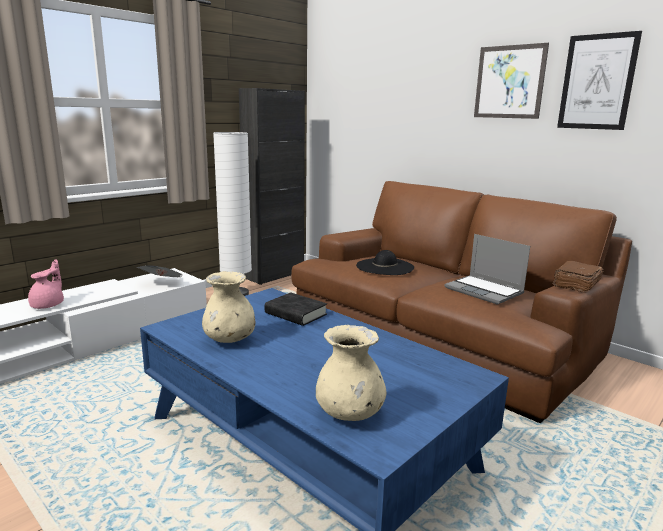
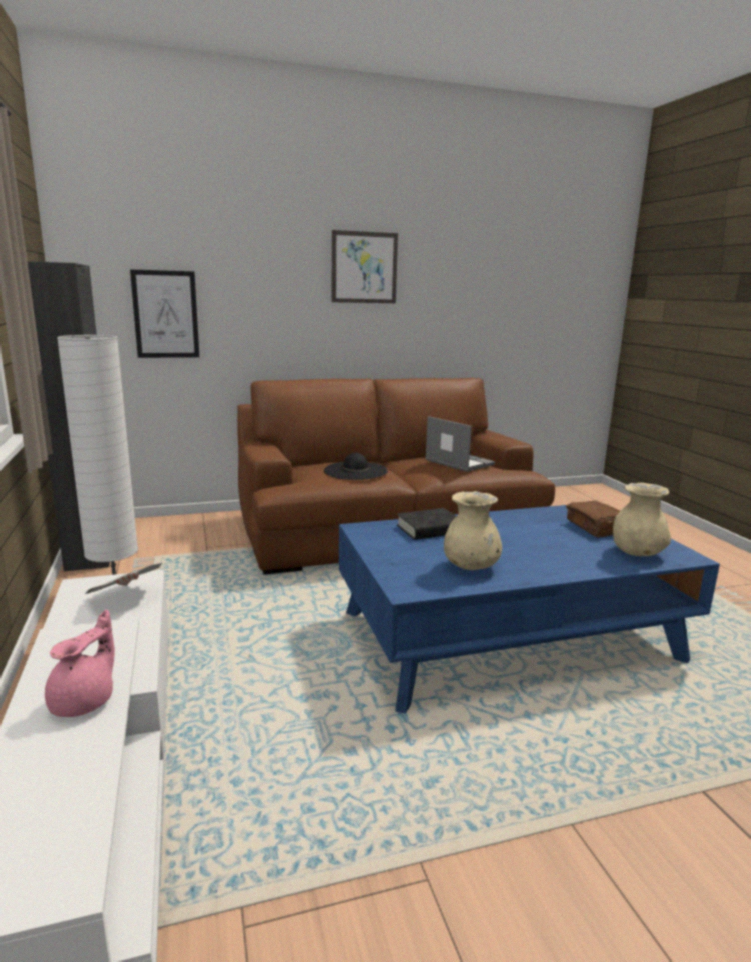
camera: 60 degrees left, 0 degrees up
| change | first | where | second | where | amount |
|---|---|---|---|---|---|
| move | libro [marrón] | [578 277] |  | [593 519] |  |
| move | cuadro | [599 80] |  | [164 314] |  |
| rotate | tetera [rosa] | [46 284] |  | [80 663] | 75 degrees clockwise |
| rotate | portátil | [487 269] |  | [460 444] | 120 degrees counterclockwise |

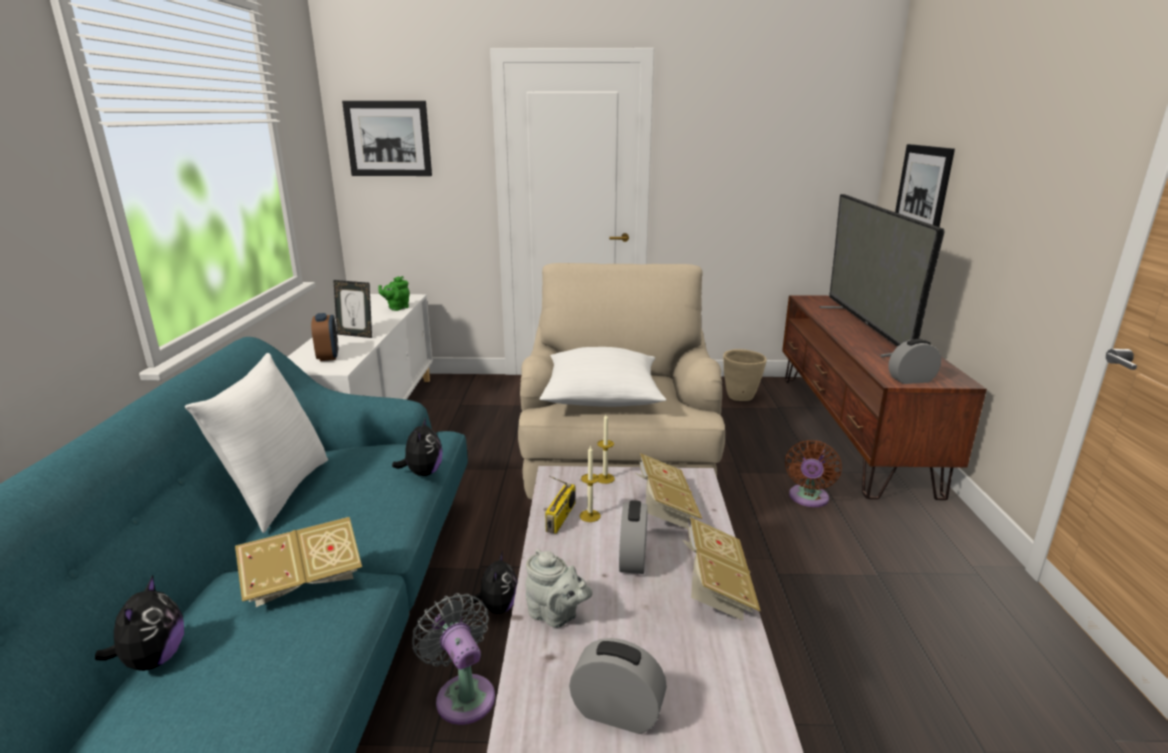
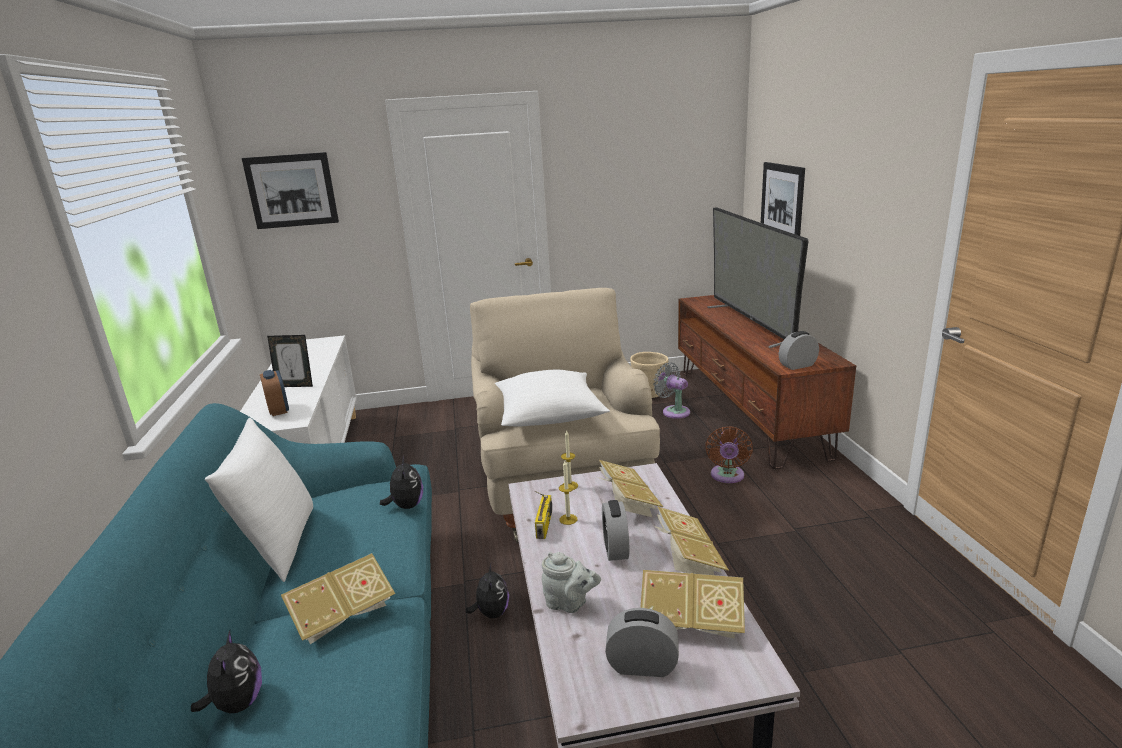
camera: 10 degrees left, 0 degrees up
| change | first | where | second | where | amount |
|---|---|---|---|---|---|
| delete | tetera [verde] | [394 293] |  |  |  |
| insert |  |  | libro | [692 604] |  |
| move | ventilador [gris] | [453 659] |  | [671 390] |  |

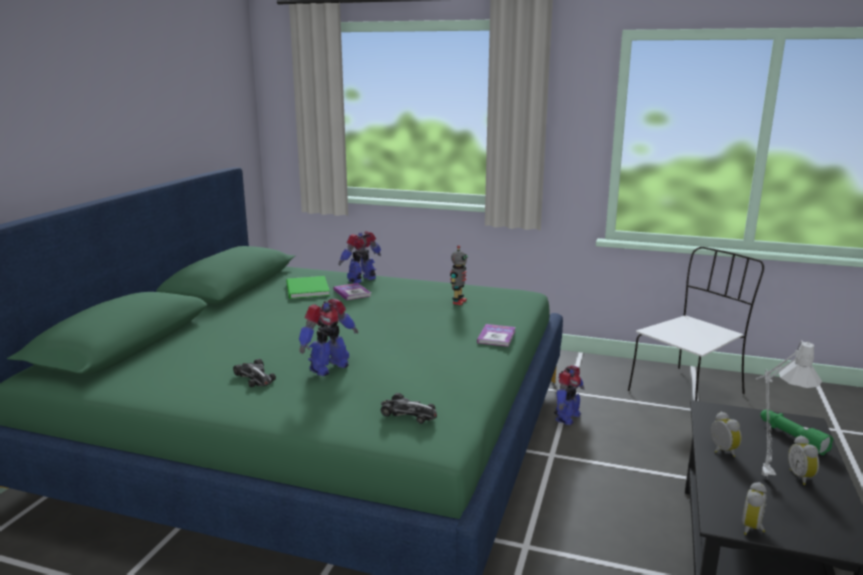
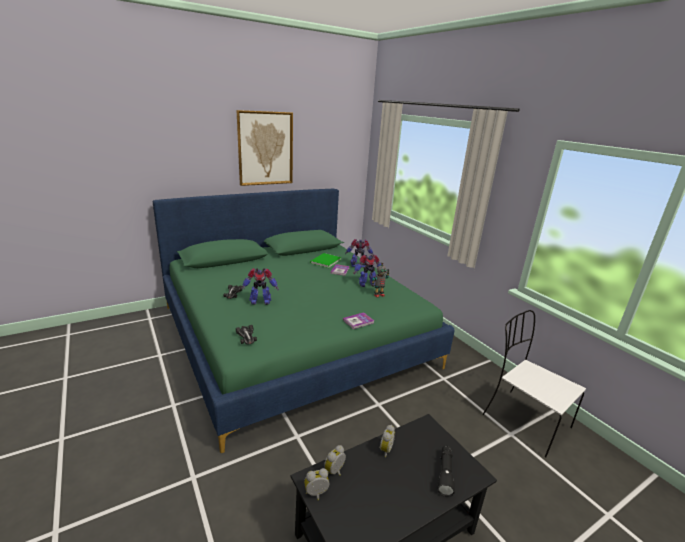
camera: 40 degrees right, 5 degrees up
| change | first | where | second | where | amount |
|---|---|---|---|---|---|
| delete | lámpara de mesa [gris] | [789 408] |  |  |  |
| insert |  |  | cuadro | [264 148] |  |
| move | robot de juguete | [569 395] |  | [367 271] |  |
| move | despertador | [803 460] |  | [335 460] |  |
| recolor | linterna [verde] | [796 432] | linterna [negro] | [446 471] |  |
| rotate | silla [blanco] | [696 324] |  | [534 384] | 135 degrees counterclockwise |

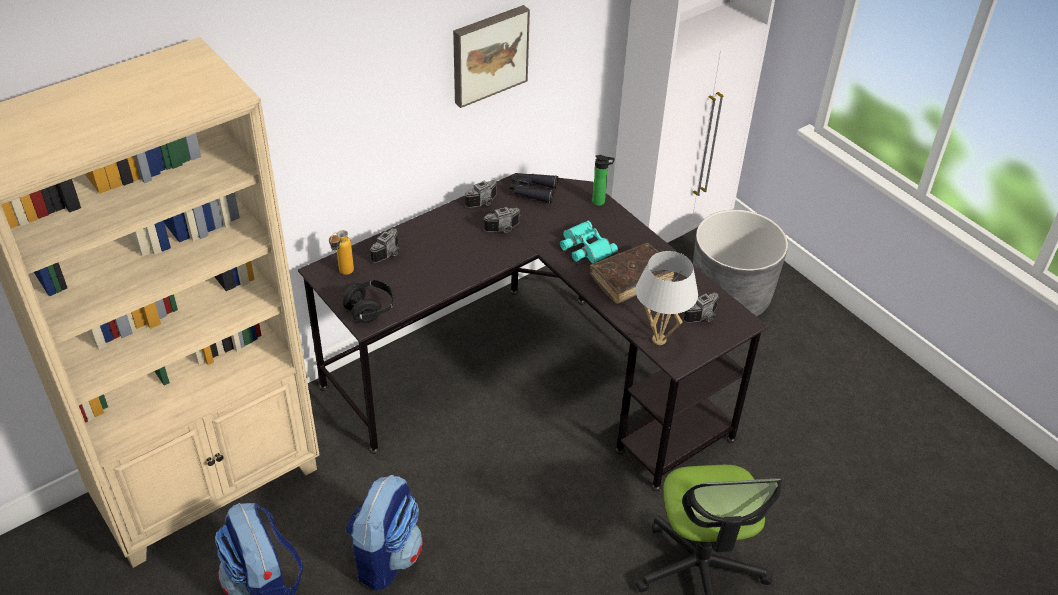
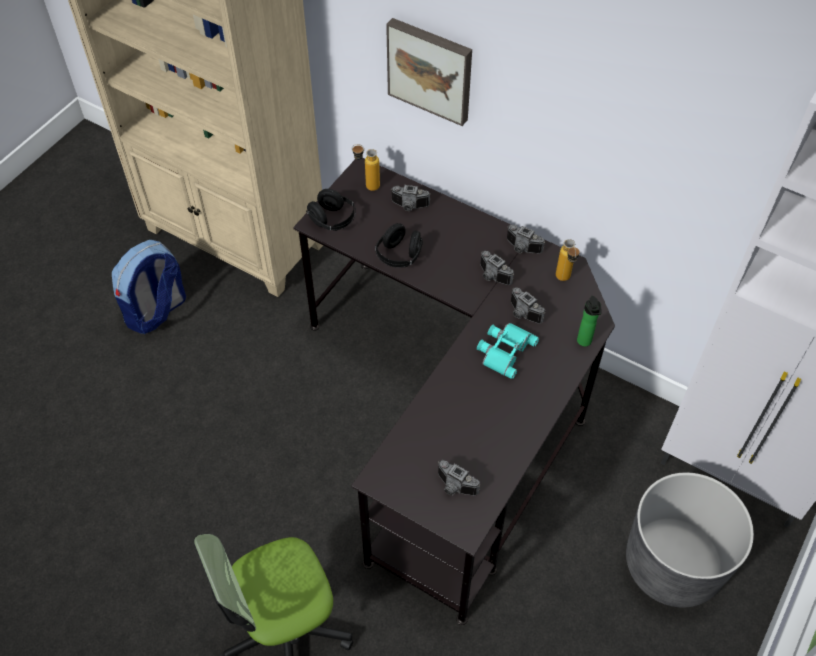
camera: 70 degrees right, 10 degrees up
| change | first | where | second | where | amount |
|---|---|---|---|---|---|
| delete | mochila | [384 533] |  |  |  |
| delete | libro [marrón] | [632 273] |  |  |  |
| delete | lámpara de mesa [blanco] | [667 298] |  |  |  |
| insert |  |  | auriculares [negro] | [399 245] |  |
| insert |  |  | cámara | [528 305] |  |
| move | cuadro | [491 56] |  | [429 72] |  |
| replace | prismáticos [negro] | [533 188] | botella | [568 260] |  |

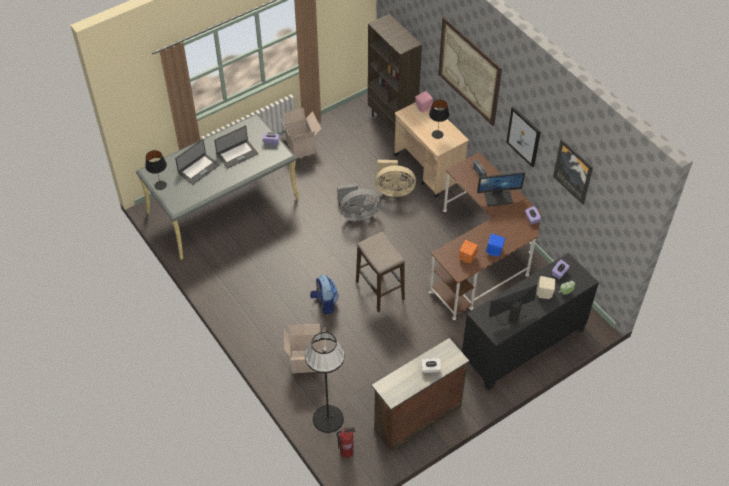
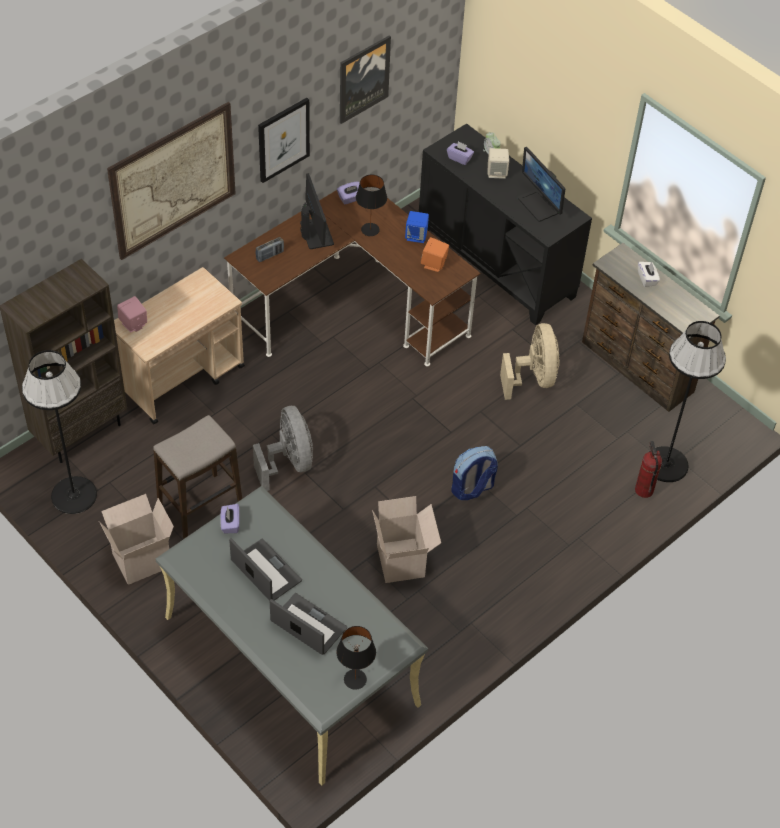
camera: 100 degrees left, 0 degrees up
| change | first | where | second | where | amount |
|---|---|---|---|---|---|
| insert |  |  | lámpara de pie [negro] | [59 432] |  |
| move | caja de cartón | [305 348] |  | [406 539] |  |
| move | extintor | [346 442] |  | [648 469] |  |
| move | taburete | [380 272] |  | [198 477] |  |
| move | ventilador [beis] | [395 178] |  | [529 361] |  |
| move | lámpara de mesa [negro] | [439 119] |  | [371 205] |  |

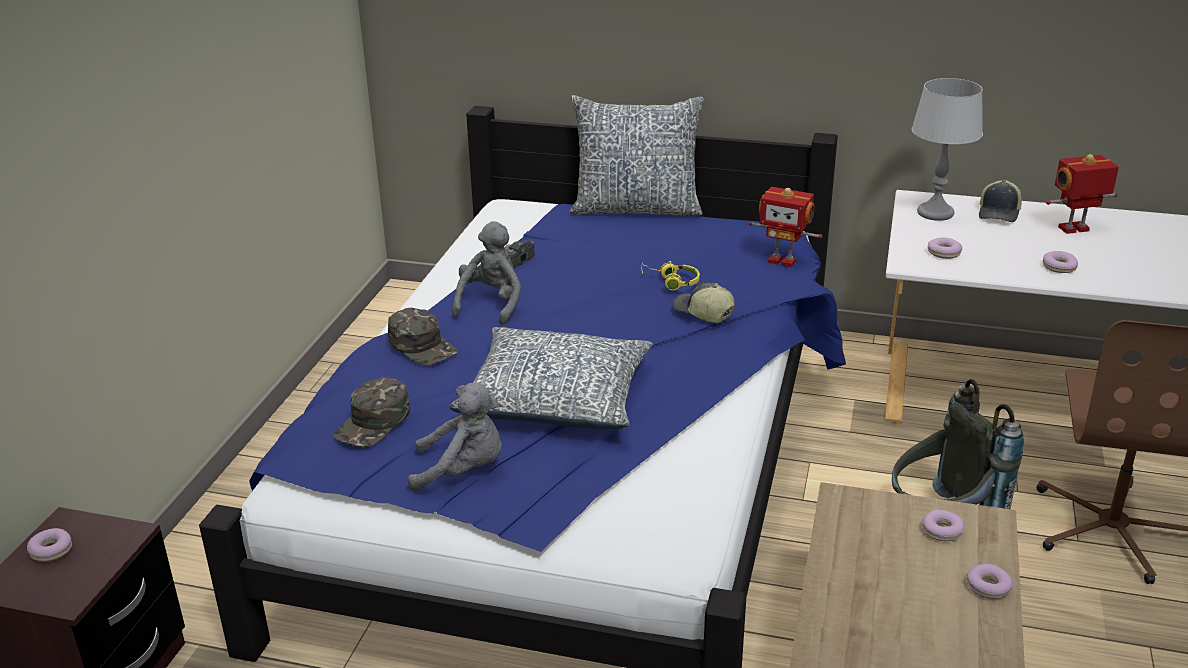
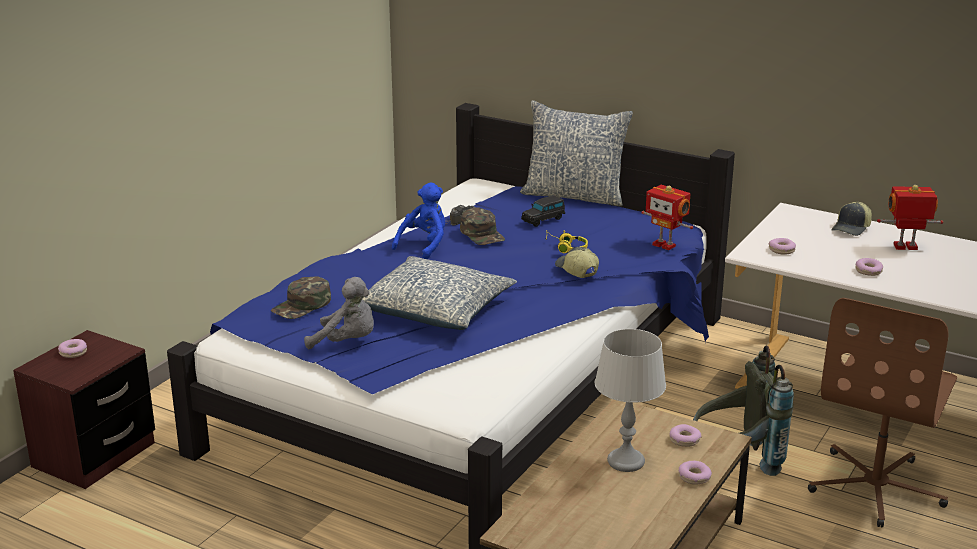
camera: 15 degrees right, 5 degrees down
| change | first | where | second | where | amount |
|---|---|---|---|---|---|
| insert |  |  | coche de juguete [negro] | [543 211] |  |
| move | gorra [verde] | [422 337] |  | [482 226] |  |
| move | lámpara de mesa [gris] | [947 149] |  | [630 400] |  |
| recolor | peluche [gris] | [486 273] | peluche [azul] | [418 220] |  |

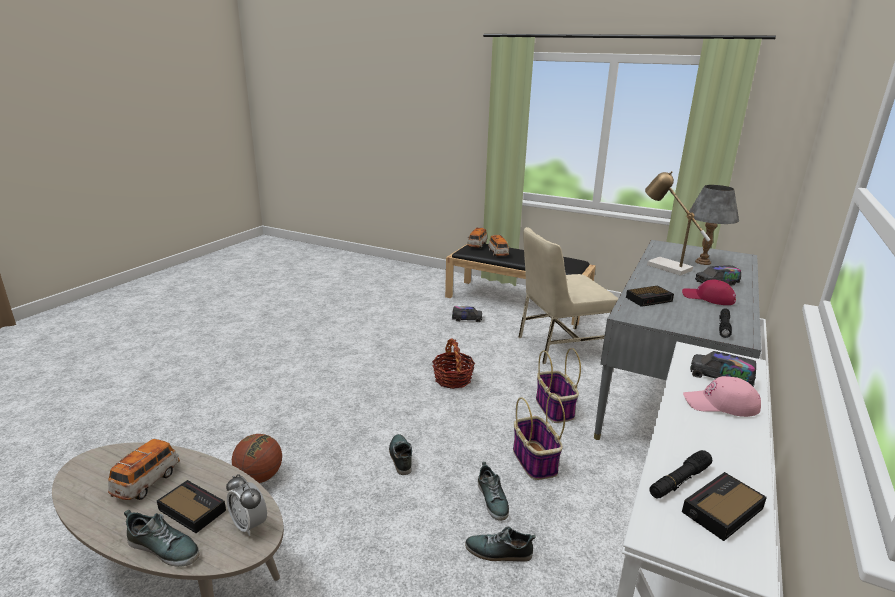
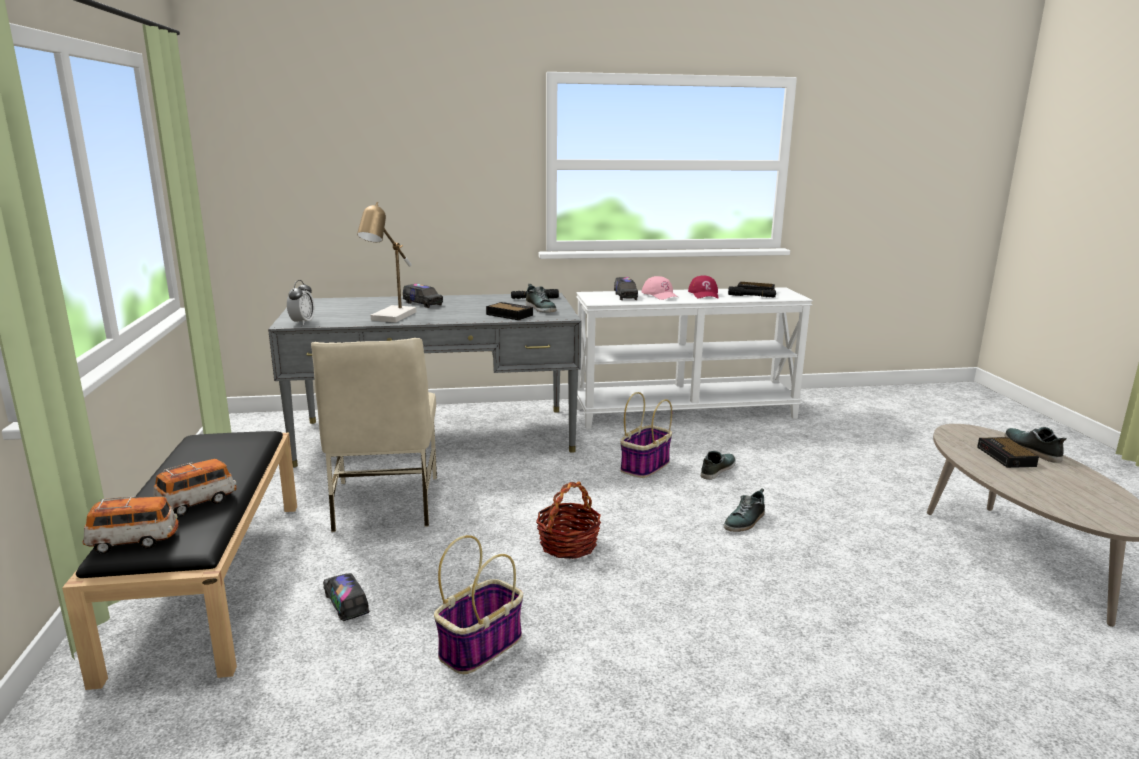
camera: 125 degrees left, 5 degrees down
| change | first | where | second | where | amount |
|---|---|---|---|---|---|
| delete | coche de juguete | [144 469] |  |  |  |
| delete | balón de baloncesto | [257 458] |  |  |  |
| delete | lámpara de mesa [gris] | [714 225] |  |  |  |
| move | despertador | [246 505] |  | [301 302] |  |
| move | zapato | [500 544] |  | [541 298] |  |
| move | cesta | [558 385] |  | [478 604] |  |
| move | gorra [rojo] | [709 292] |  | [703 286] |  |
| rotate | silla [beis] | [568 295] |  | [374 435] | 45 degrees clockwise |

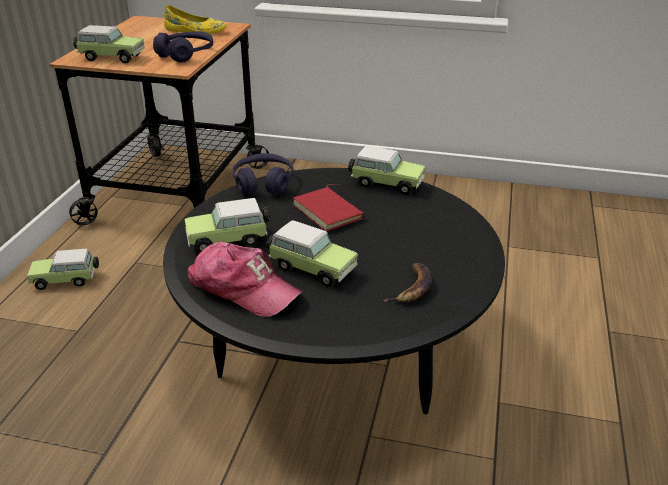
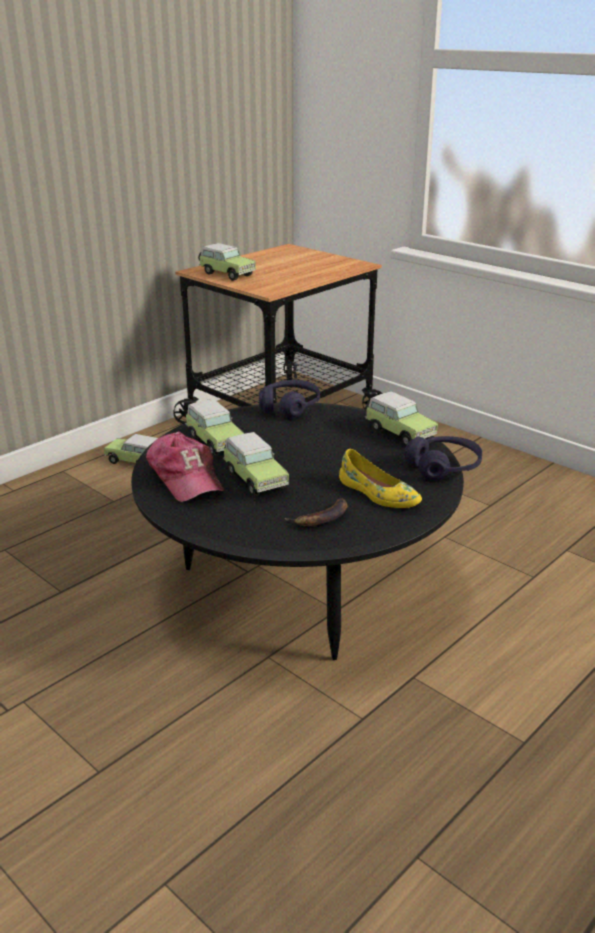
camera: 30 degrees right, 5 degrees down
| change | first | where | second | where | amount |
|---|---|---|---|---|---|
| delete | libro [rojo] | [328 207] |  |  |  |
| move | auriculares [morado] | [183 47] |  | [443 458] |  |
| move | zapato [amarillo] | [195 19] |  | [380 478] |  |
| rotate | coche de juguete | [226 225] |  | [214 427] | 135 degrees counterclockwise |

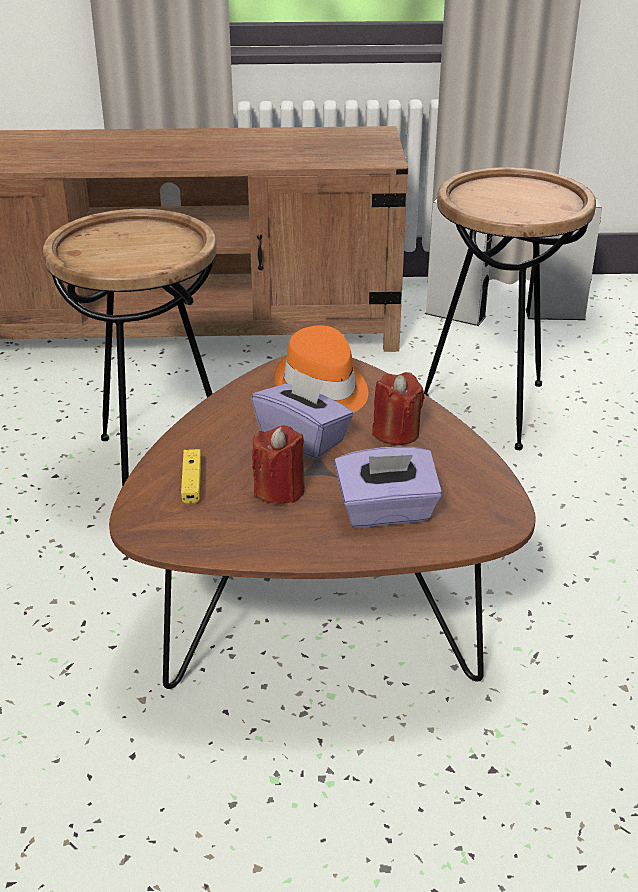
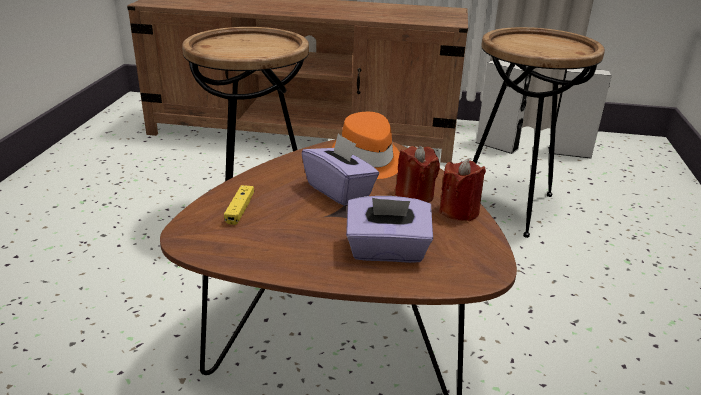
camera: 10 degrees right, 5 degrees down
| change | first | where | second | where | amount |
|---|---|---|---|---|---|
| move | vela [rojo] | [278 464] |  | [462 190] |  |

